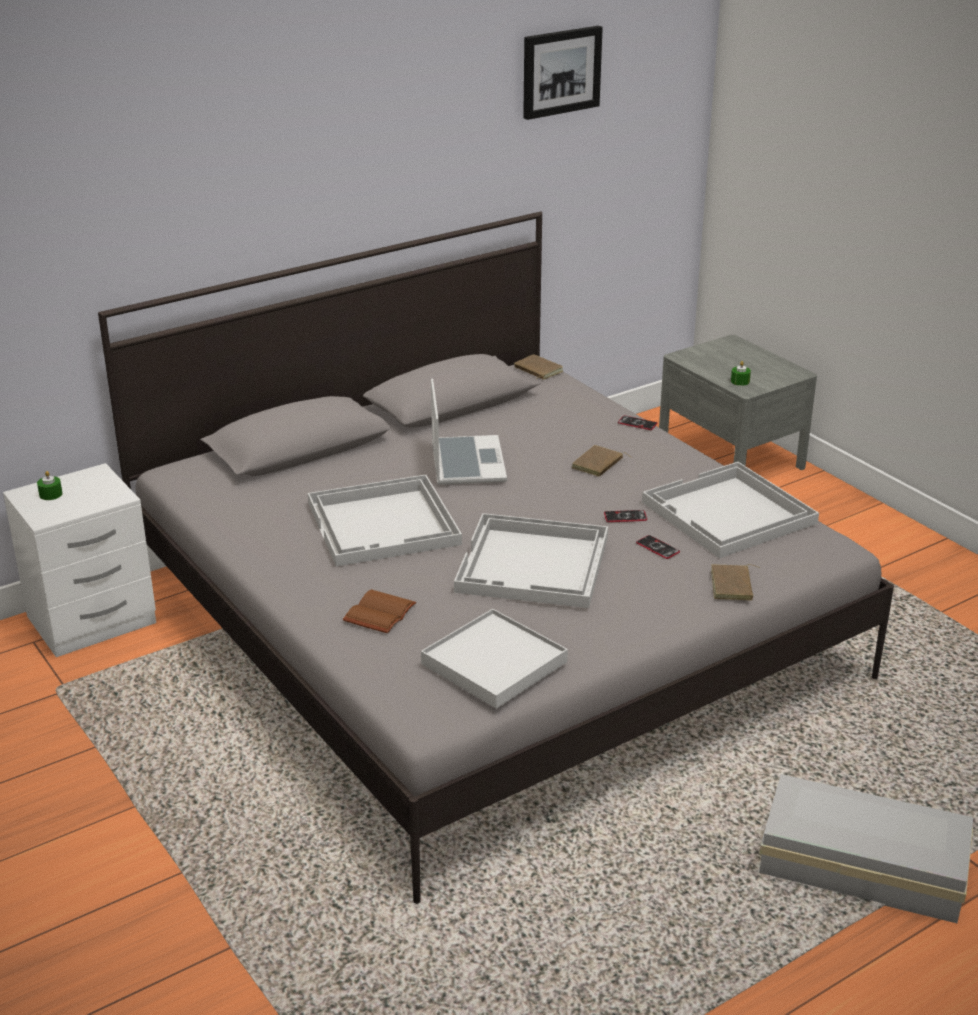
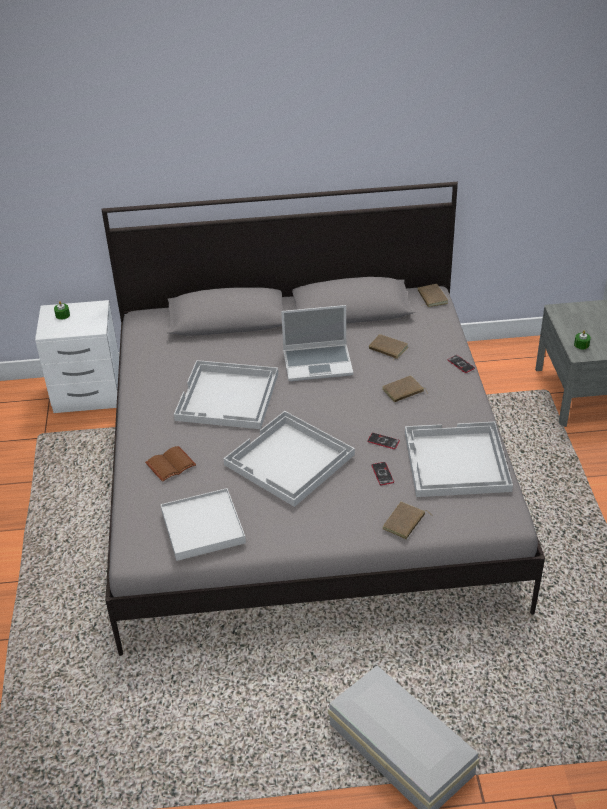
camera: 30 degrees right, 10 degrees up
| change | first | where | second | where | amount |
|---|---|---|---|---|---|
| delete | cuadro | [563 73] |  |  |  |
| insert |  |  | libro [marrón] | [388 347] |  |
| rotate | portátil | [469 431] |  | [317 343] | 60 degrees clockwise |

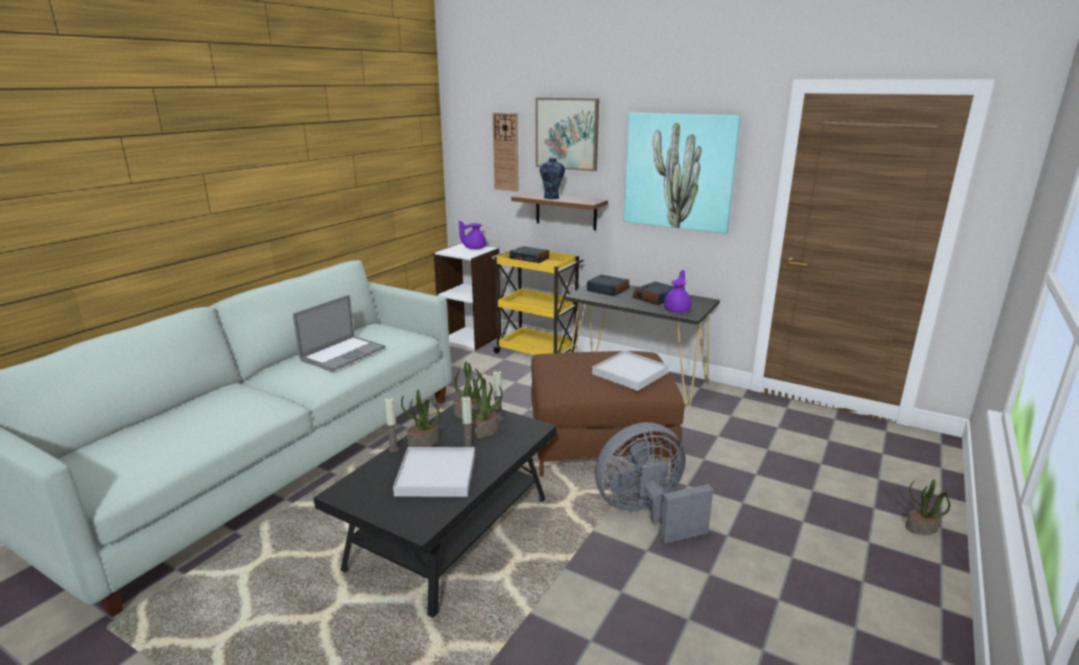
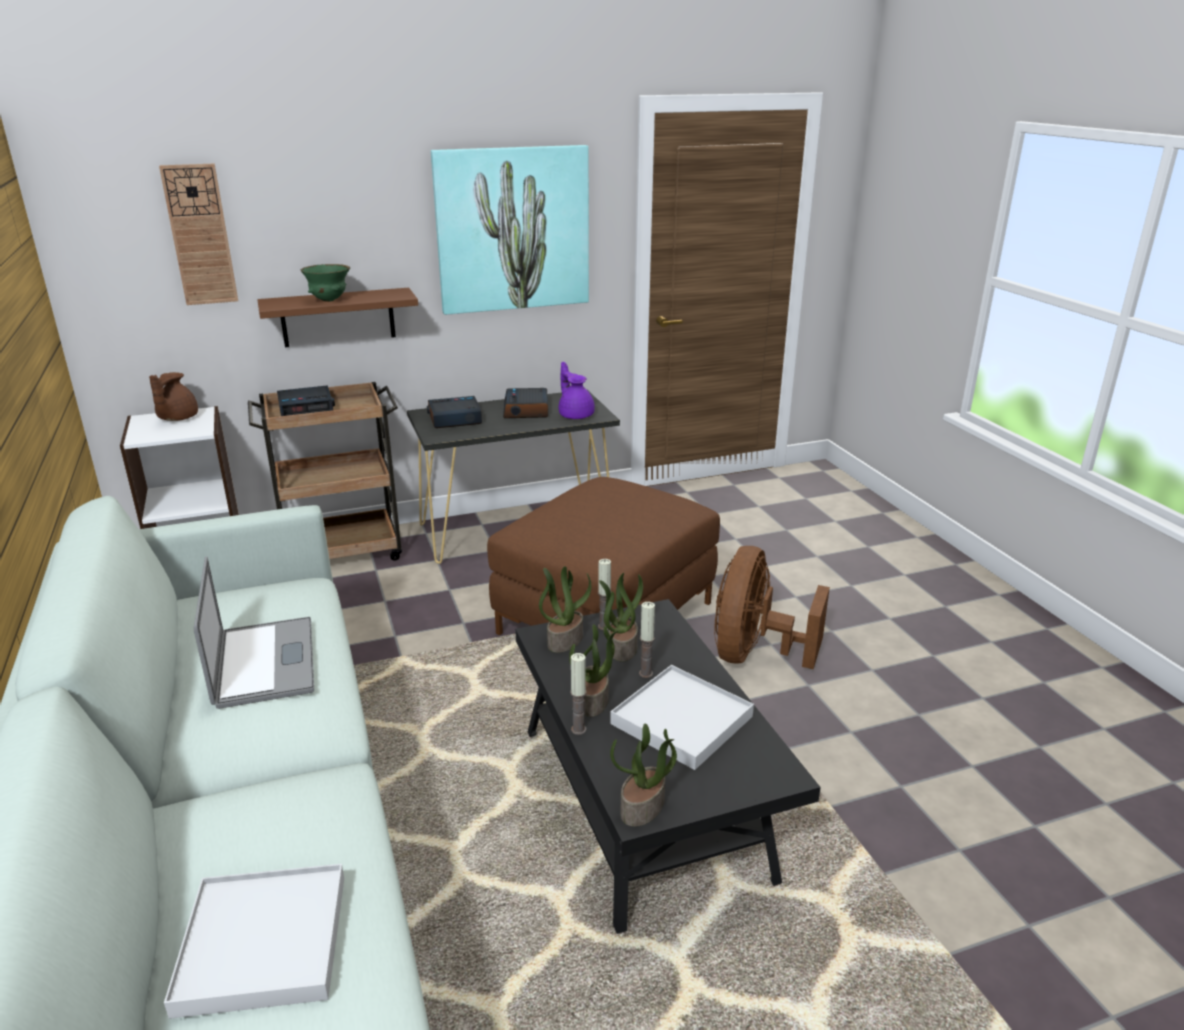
camera: 50 degrees left, 5 degrees up
| change | first | where | second | where | amount |
|---|---|---|---|---|---|
| delete | cuadro | [567 134] |  |  |  |
| move | bandeja [blanco] | [630 371] |  | [254 941] |  |
| move | planta en maceta | [927 507] |  | [643 775] |  |
| replace | florero | [552 178] | cuenco [verde] | [325 283] |  |
| recolor | tetera [morado] | [472 235] | tetera [marrón] | [173 396] |  |
| recolor | carrito [amarillo] | [537 301] | carrito [marrón] | [325 471] |  |
| recolor | ventilador [gris] | [654 483] | ventilador [marrón] | [772 607] |  |

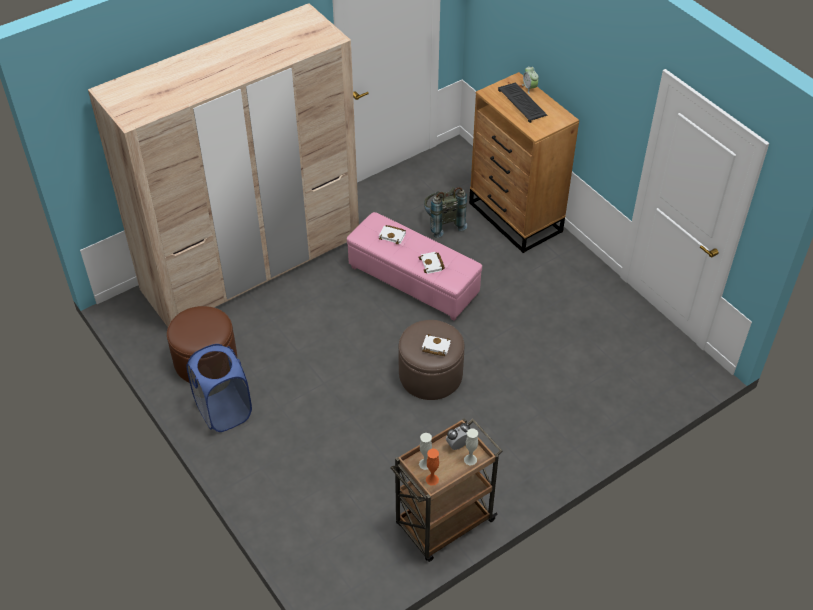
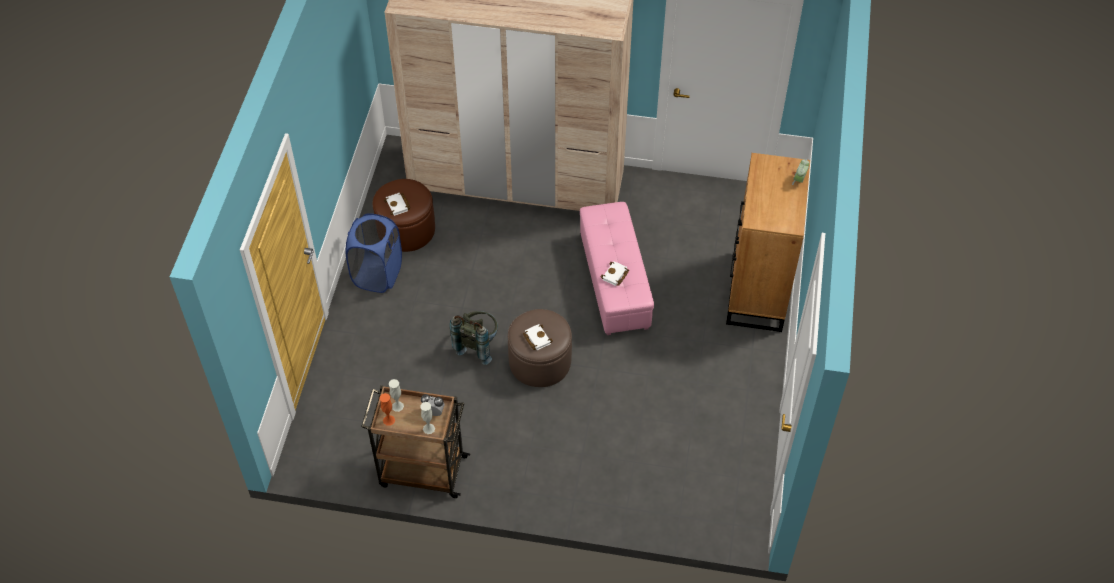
camera: 45 degrees right, 5 degrees up
| change | first | where | second | where | amount |
|---|---|---|---|---|---|
| delete | teclado | [522 102] |  |  |  |
| move | libro [blanco] | [392 235] |  | [397 204] |  |
| move | mochila [gris] | [445 212] |  | [474 338] |  |

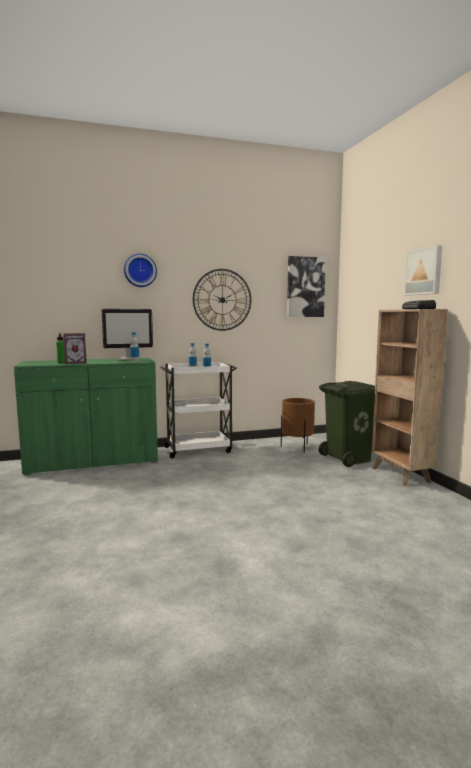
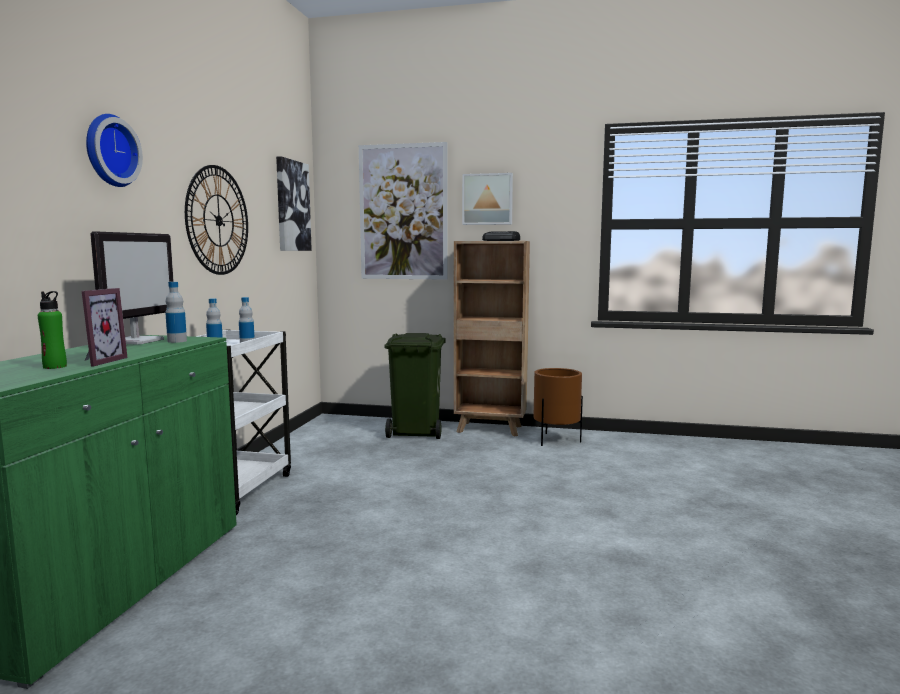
camera: 60 degrees left, 0 degrees up
| change | first | where | second | where | amount |
|---|---|---|---|---|---|
| insert |  |  | cuadro | [403 211] |  |
| move | maceta [marrón] | [298 425] |  | [558 407] |  |

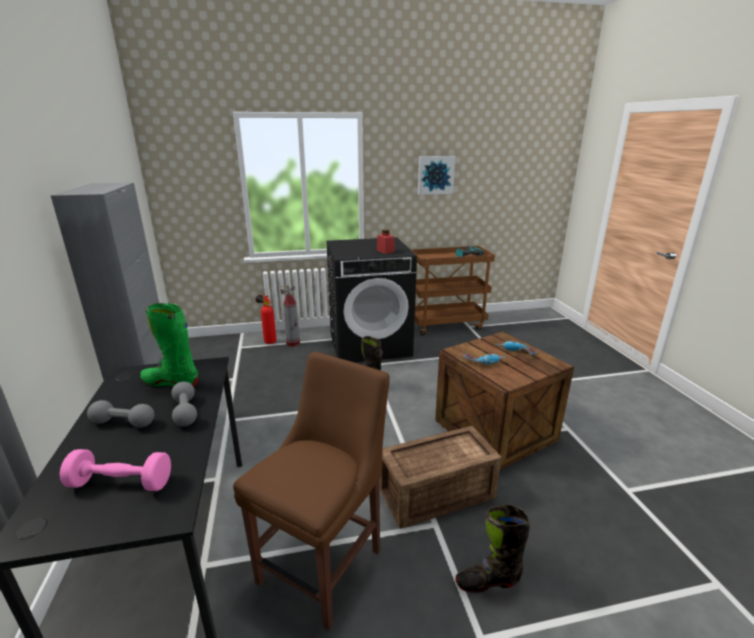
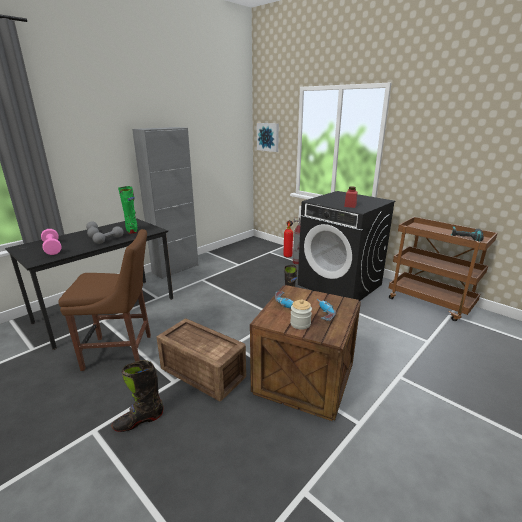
camera: 55 degrees right, 0 degrees up
| change | first | where | second | where | amount |
|---|---|---|---|---|---|
| insert |  |  | tarro | [301 314] |  |
| move | cuadro | [436 175] |  | [268 137] |  |
| rotate | bota [negro] | [492 548] |  | [138 396] | 75 degrees counterclockwise |

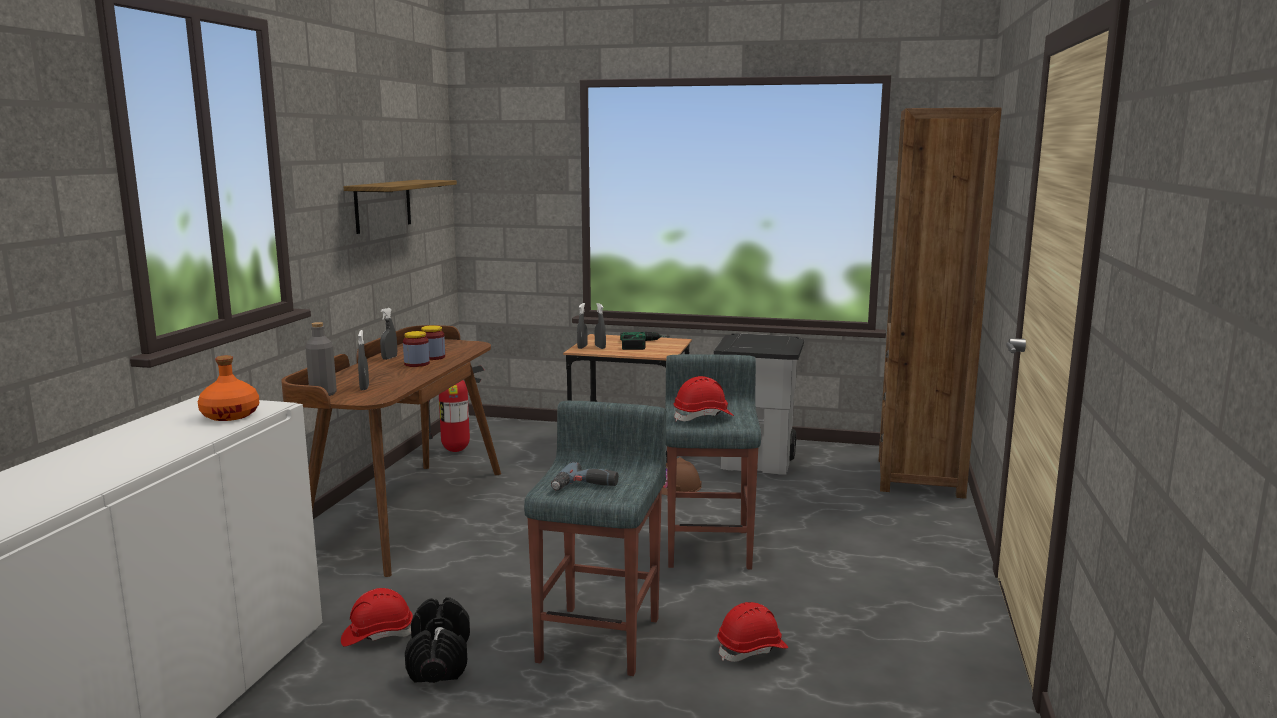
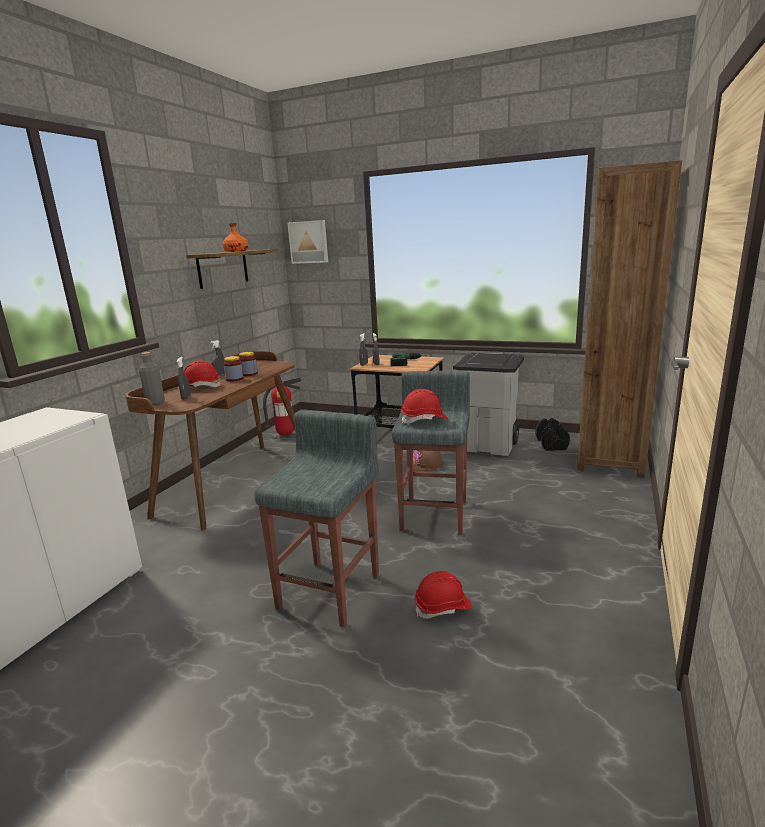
camera: 10 degrees right, 5 degrees up
| change | first | where | second | where | amount |
|---|---|---|---|---|---|
| delete | taladro | [585 476] |  |  |  |
| insert |  |  | cuadro | [308 242] |  |
| move | botella [naranja] | [228 388] |  | [235 237] |  |
| move | casco [rojo] | [377 617] |  | [200 375] |  |
| move | mancuerna [negro] | [437 640] |  | [552 434] |  |

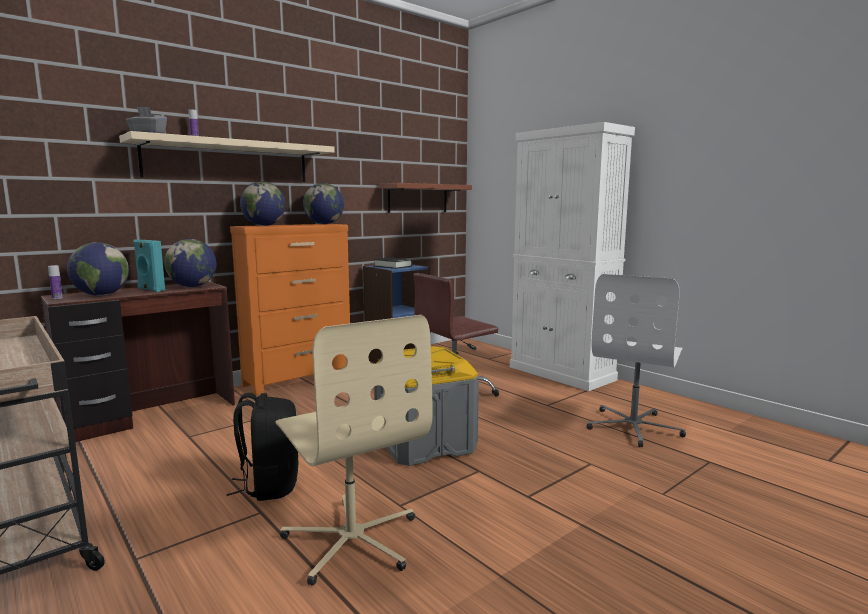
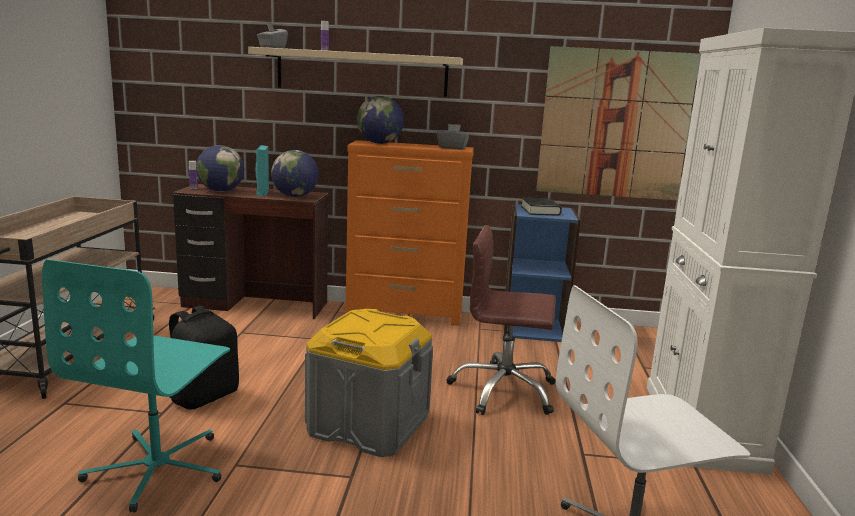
camera: 45 degrees right, 5 degrees up
| change | first | where | second | where | amount |
|---|---|---|---|---|---|
| replace | globo terráqueo | [323 203] | caja de pañuelos [gris] | [453 137] |  |
| replace | estante | [425 198] | cuadro | [618 123] |  |
| recolor | silla de oficina [beis] | [354 450] | silla de oficina [turquesa] | [136 386] |  |

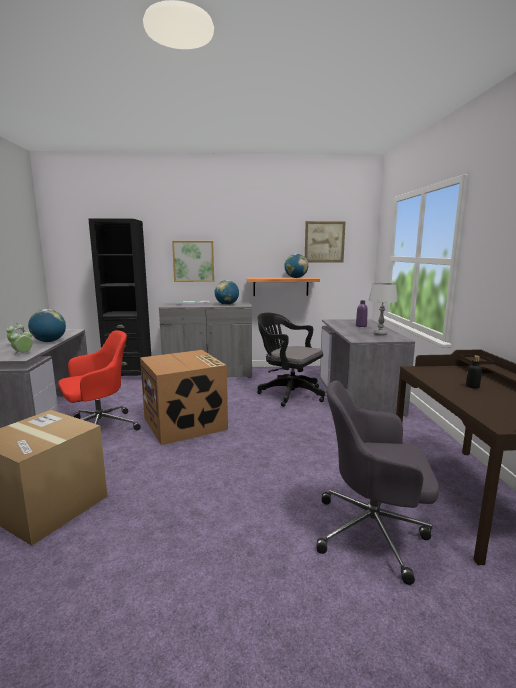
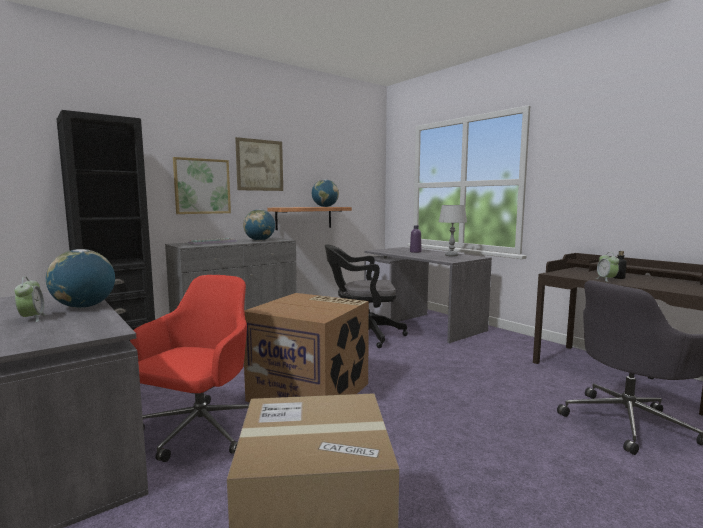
camera: 35 degrees left, 5 degrees down
| change | first | where | second | where | amount |
|---|---|---|---|---|---|
| move | despertador | [21 342] |  | [607 267] |  |
| move | cuadro | [325 241] |  | [259 164] |  |

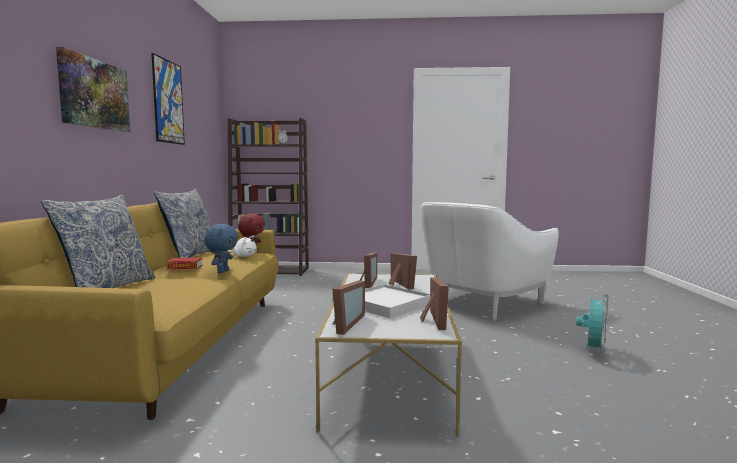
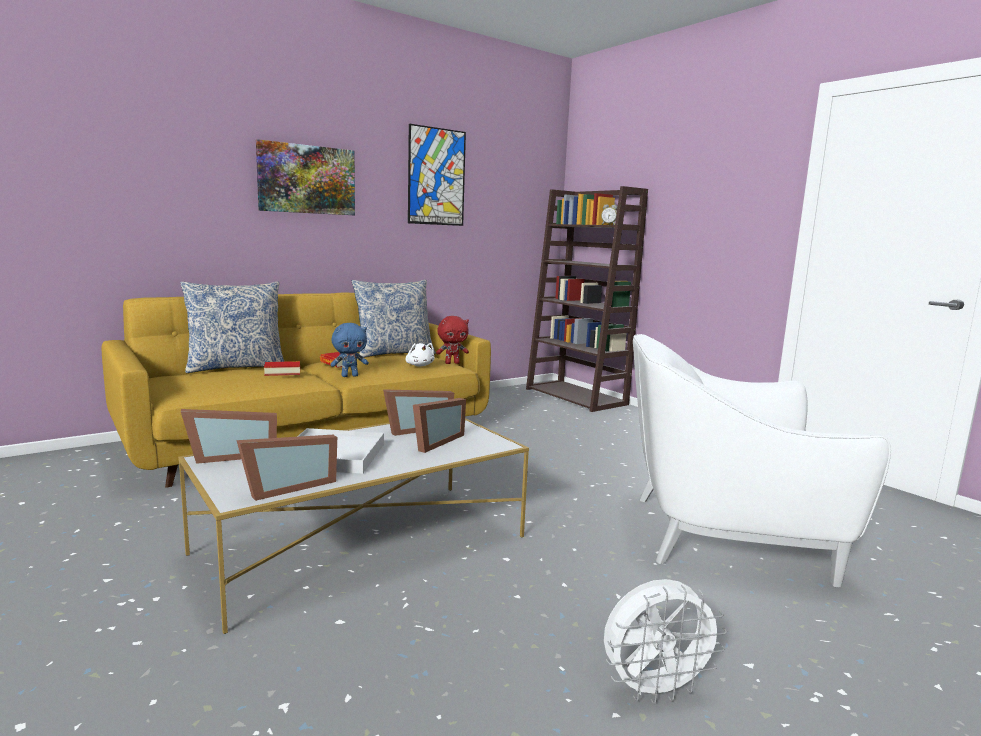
camera: 50 degrees right, 5 degrees up
| change | first | where | second | where | amount |
|---|---|---|---|---|---|
| insert |  |  | libro | [282 368] |  |
| recolor | ventilador [turquesa] | [592 324] | ventilador [blanco] | [665 641] |  |

